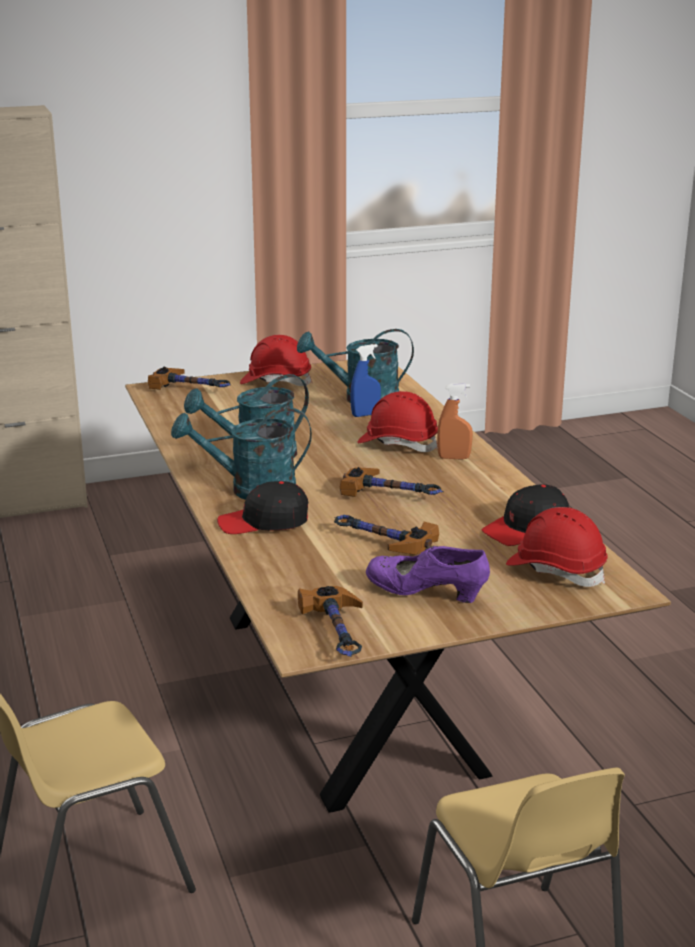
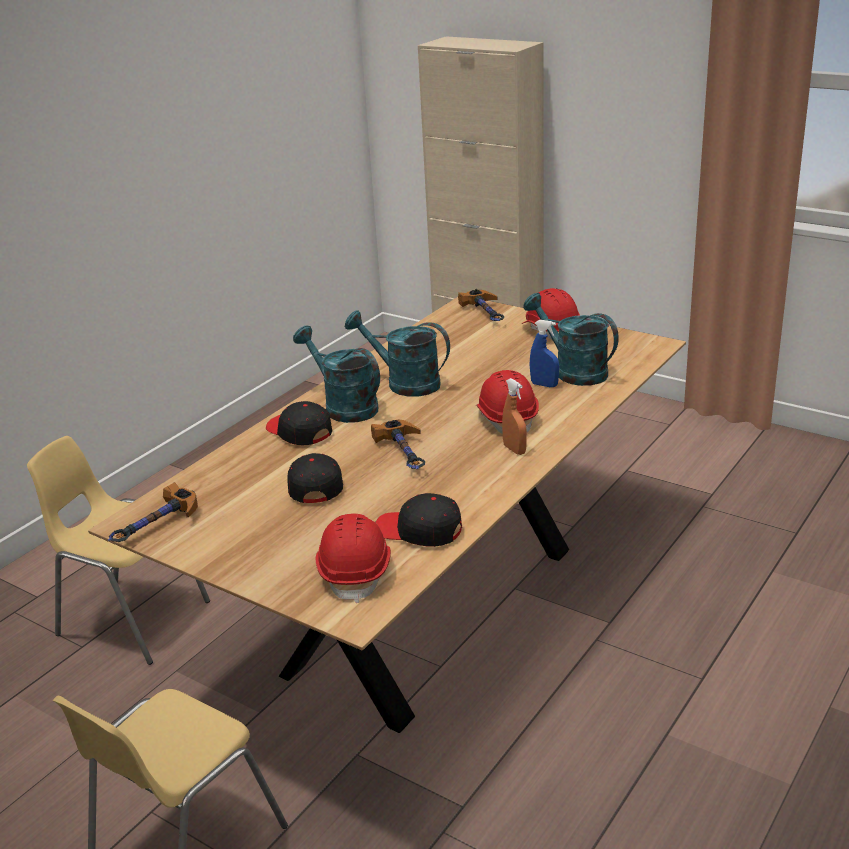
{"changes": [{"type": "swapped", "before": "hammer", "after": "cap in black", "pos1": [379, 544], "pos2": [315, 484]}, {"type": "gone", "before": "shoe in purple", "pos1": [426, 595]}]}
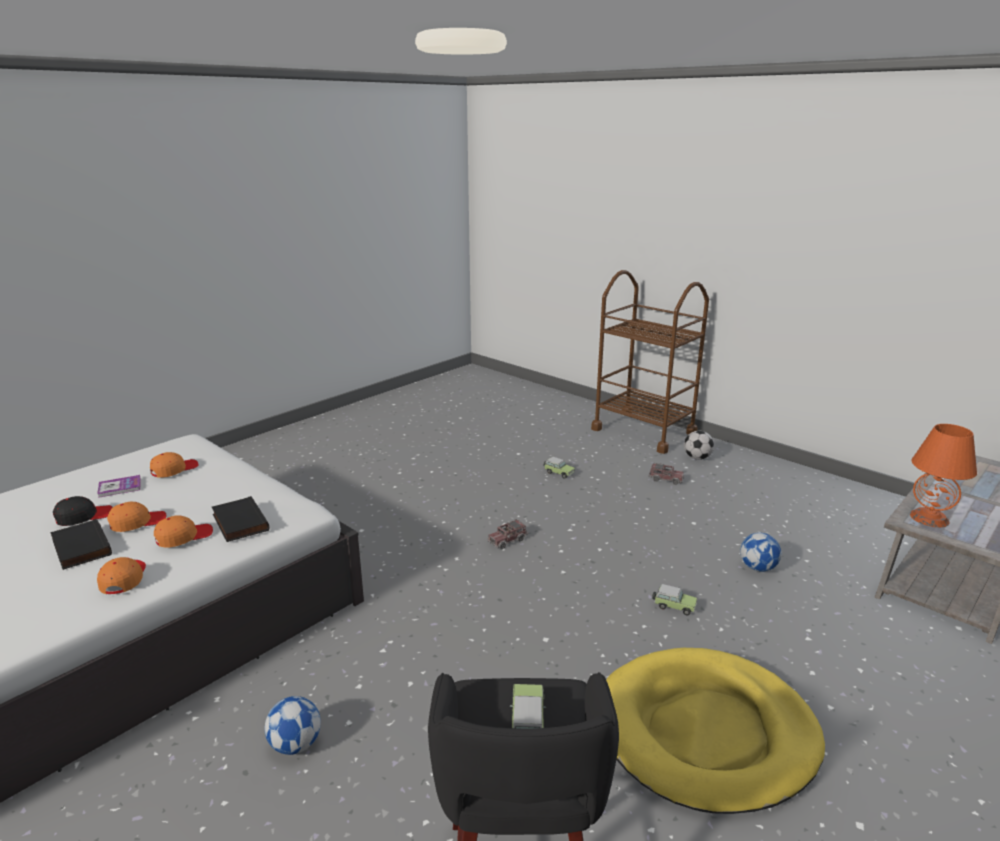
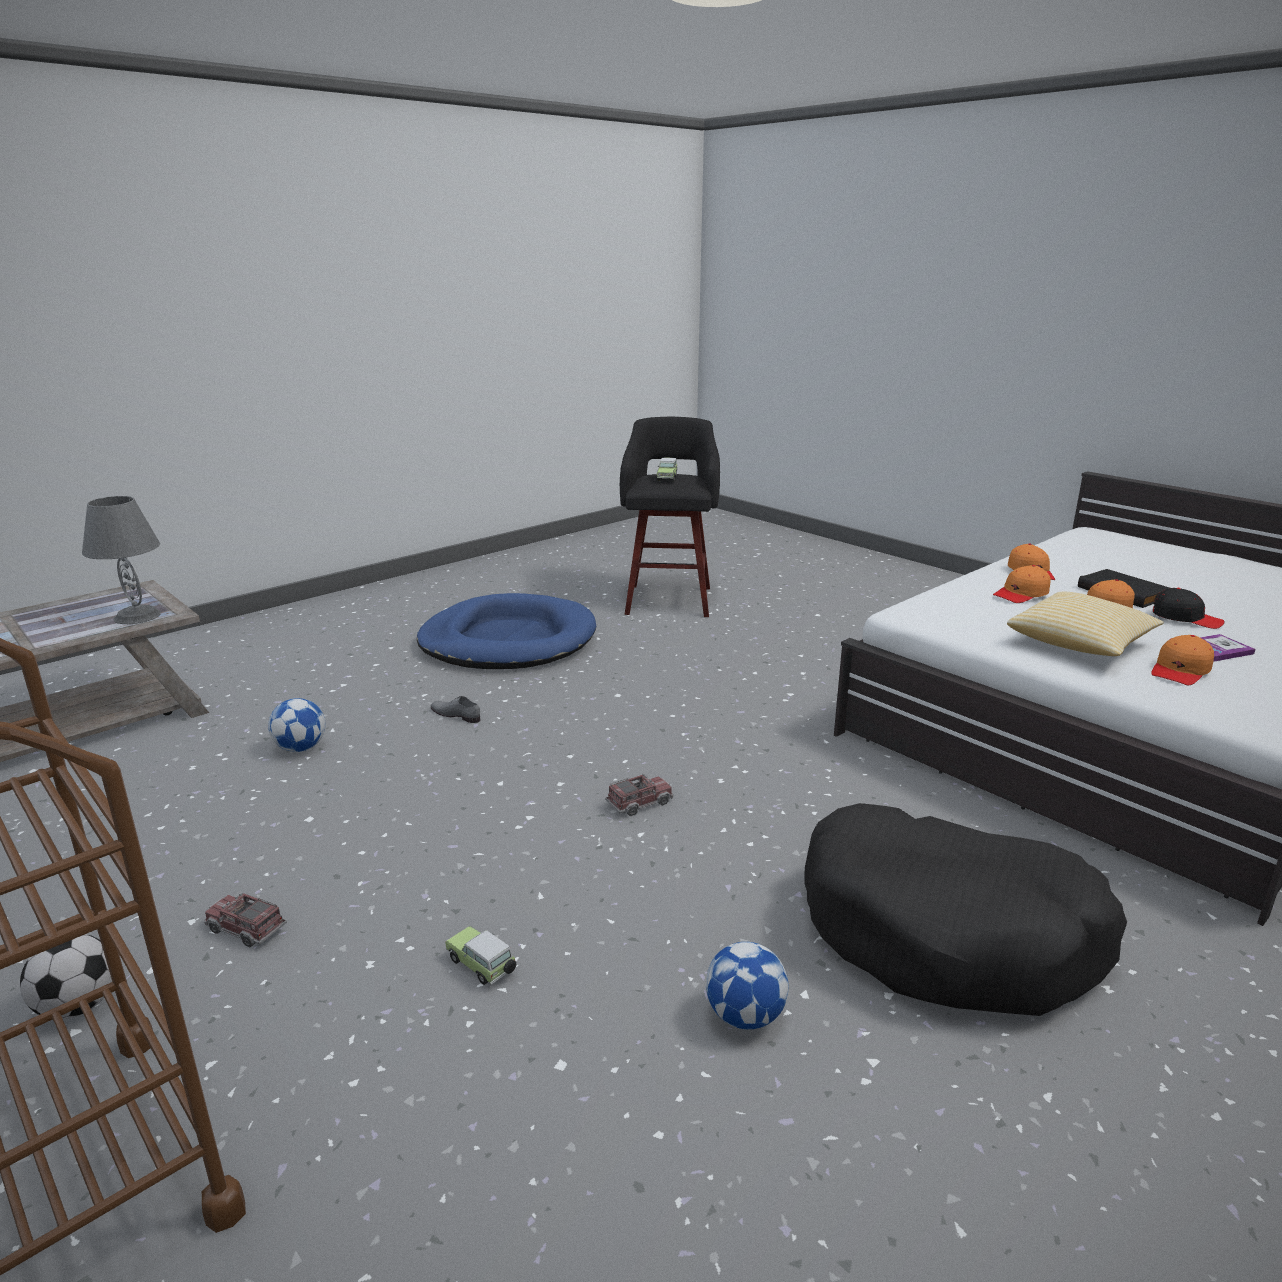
{"changes": [{"type": "repainted", "before": "table lamp in orange", "after": "table lamp in grey", "pos1": [929, 518], "pos2": [138, 616]}, {"type": "repainted", "before": "dog bed in yellow", "after": "dog bed in blue", "pos1": [706, 732], "pos2": [508, 640]}, {"type": "swapped", "before": "toy car", "after": "shoe in grey", "pos1": [673, 606], "pos2": [456, 714]}, {"type": "shifted", "before": "football", "pos1": [296, 744], "pos2": [744, 1016]}, {"type": "new", "after": "dog bed in black", "pos2": [948, 933]}, {"type": "new", "after": "pillow", "pos2": [1080, 644]}, {"type": "rotated", "before": "cap in black", "pos1": [84, 516], "pos2": [1185, 618], "turn": -120}, {"type": "gone", "before": "book in black", "pos1": [238, 522]}]}
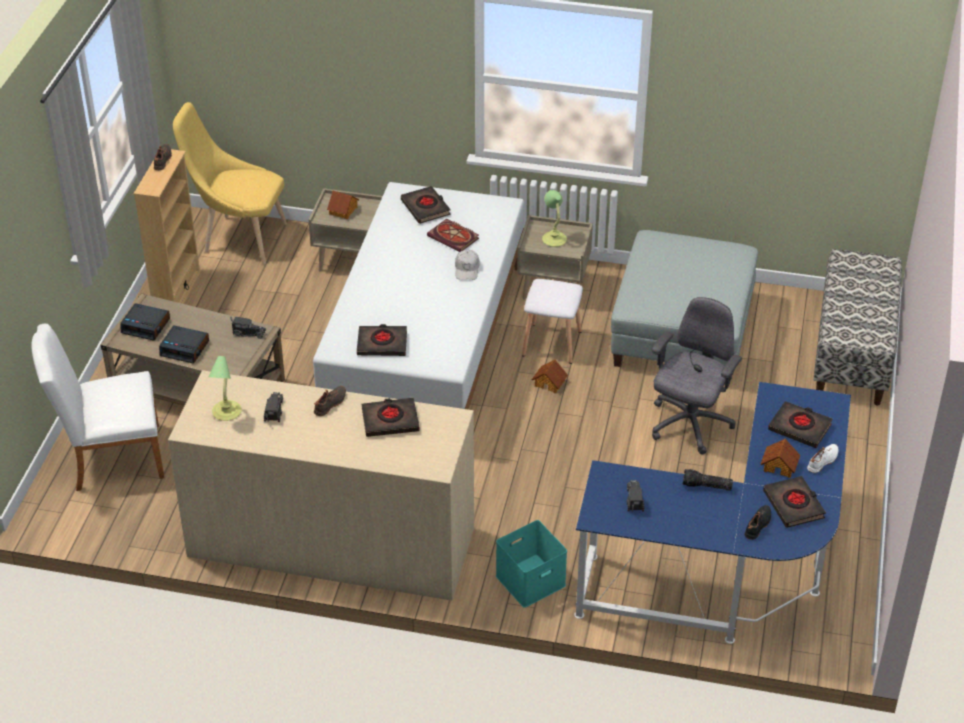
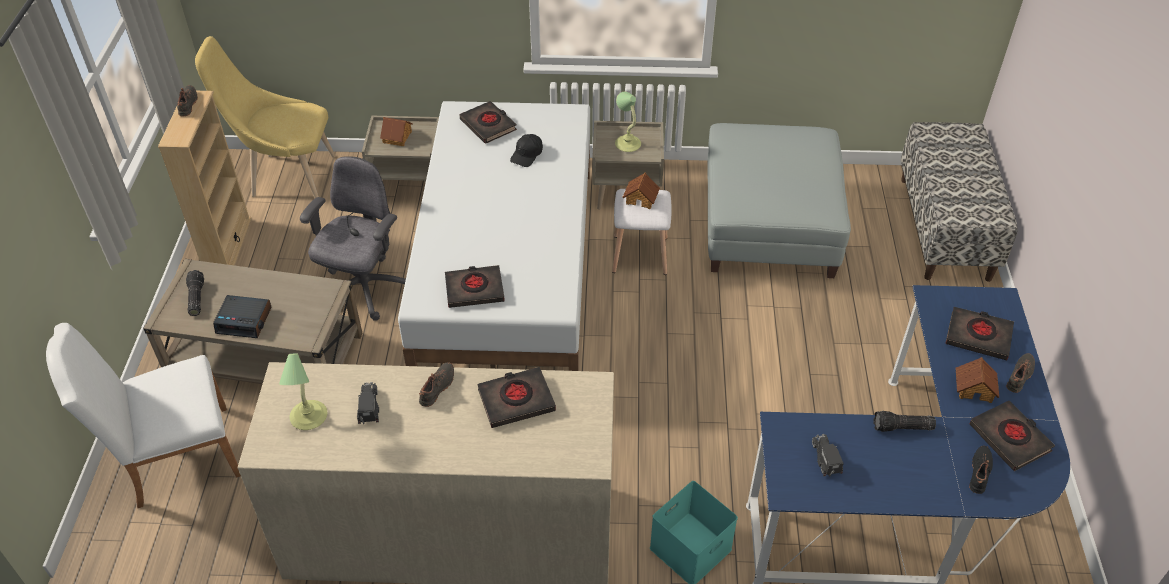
{"changes": [{"type": "swapped", "before": "alarm clock", "after": "flashlight", "pos1": [146, 326], "pos2": [195, 298]}, {"type": "shifted", "before": "office chair in grey", "pos1": [689, 425], "pos2": [364, 290]}, {"type": "swapped", "before": "book", "after": "cap in black", "pos1": [454, 237], "pos2": [527, 154]}, {"type": "shifted", "before": "toy house", "pos1": [550, 383], "pos2": [641, 198]}, {"type": "repainted", "before": "shoe in white", "after": "shoe in black", "pos1": [823, 462], "pos2": [1020, 376]}, {"type": "gone", "before": "toy truck", "pos1": [247, 333]}, {"type": "gone", "before": "cap in white", "pos1": [467, 269]}]}
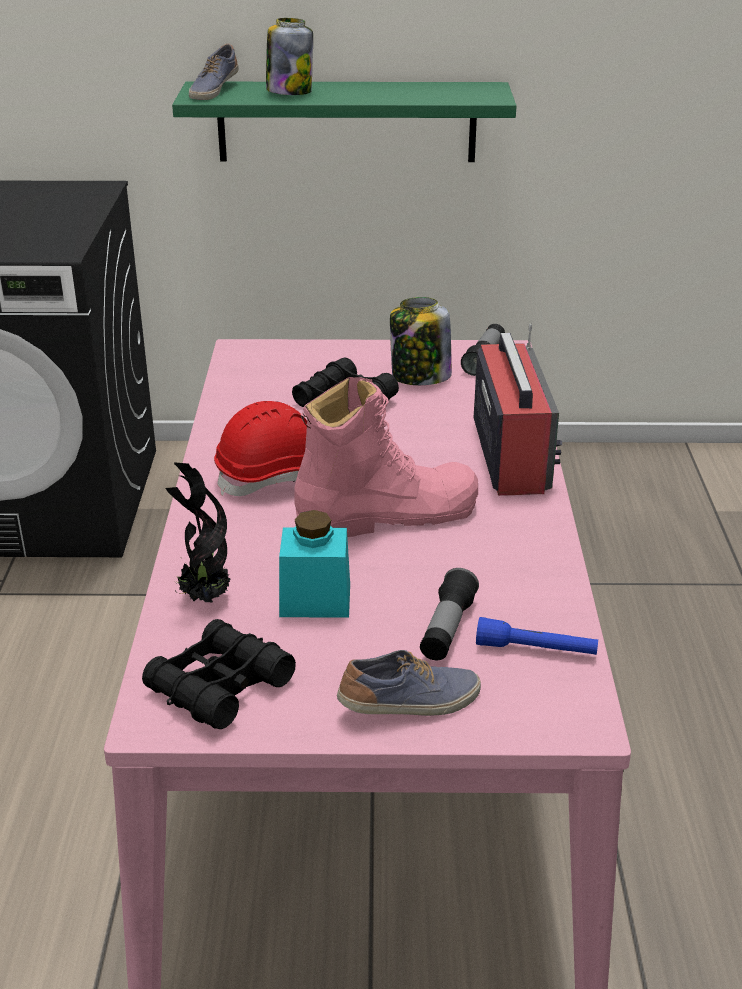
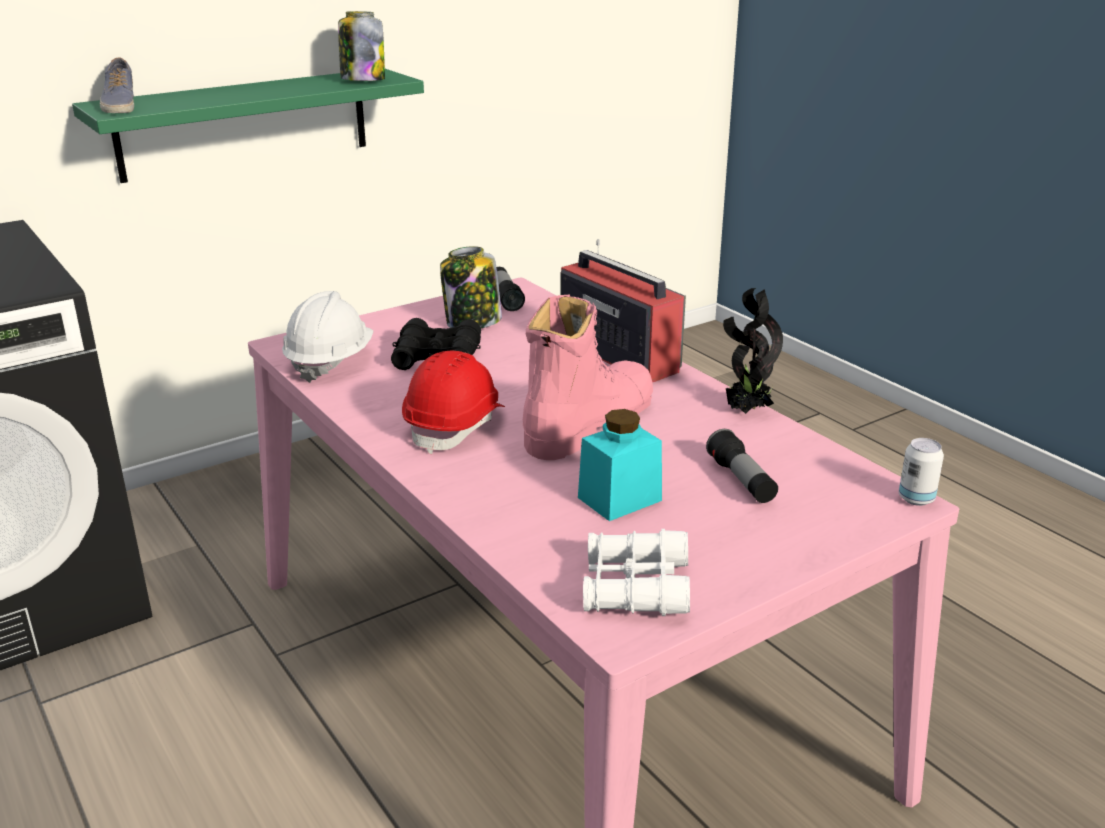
{"changes": [{"type": "new", "after": "hard hat in white", "pos2": [329, 362]}, {"type": "shifted", "before": "jar", "pos1": [289, 92], "pos2": [362, 80]}, {"type": "repainted", "before": "binoculars in black", "after": "binoculars in white", "pos1": [219, 686], "pos2": [635, 587]}, {"type": "shifted", "before": "potted plant", "pos1": [203, 598], "pos2": [745, 411]}, {"type": "new", "after": "can", "pos2": [916, 499]}, {"type": "gone", "before": "shoe", "pos1": [411, 705]}, {"type": "gone", "before": "flashlight in blue", "pos1": [536, 649]}]}
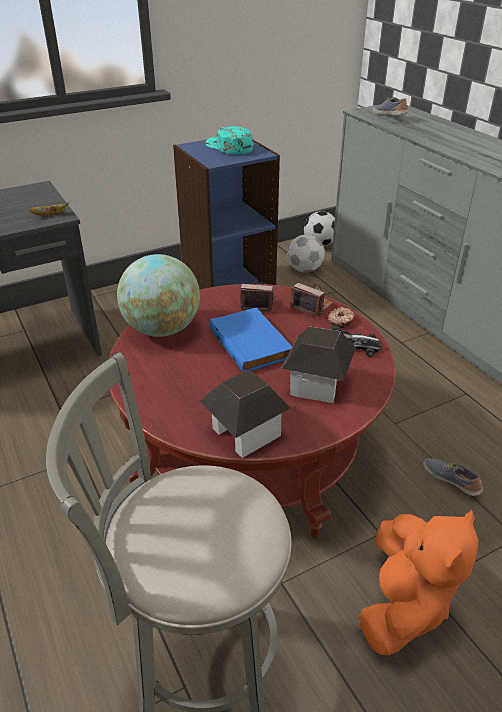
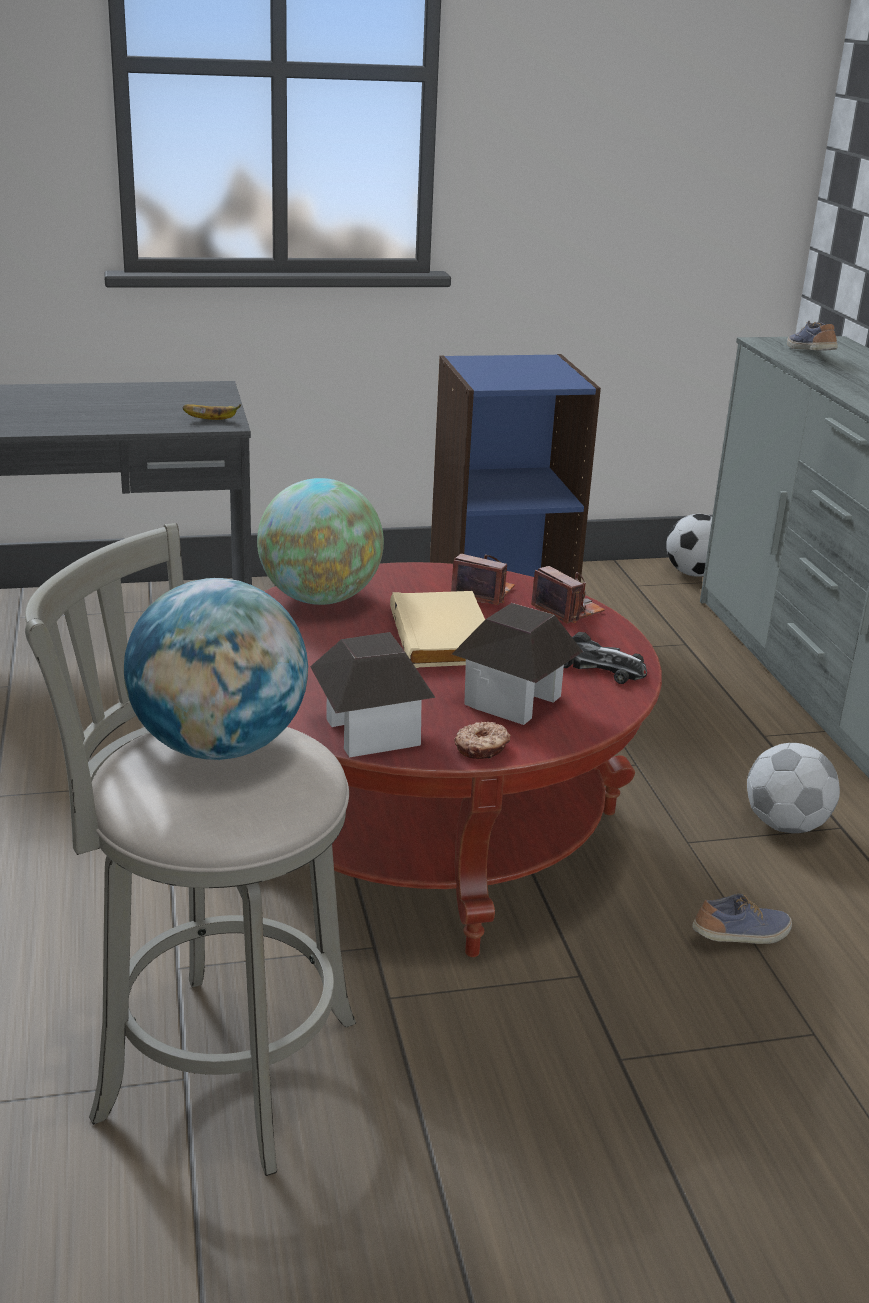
{"changes": [{"type": "new", "after": "globe", "pos2": [219, 747]}, {"type": "repainted", "before": "book in blue", "after": "book in beige", "pos1": [252, 343], "pos2": [445, 637]}, {"type": "shifted", "before": "donut", "pos1": [341, 321], "pos2": [482, 748]}, {"type": "rotated", "before": "shoe", "pos1": [451, 481], "pos2": [742, 936], "turn": 90}, {"type": "shifted", "before": "football", "pos1": [304, 269], "pos2": [784, 824]}, {"type": "gone", "before": "cap in turquoise", "pos1": [228, 147]}, {"type": "gone", "before": "plush toy in orange", "pos1": [403, 605]}]}
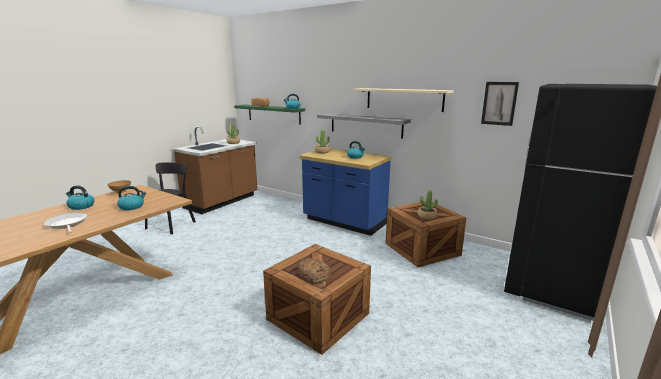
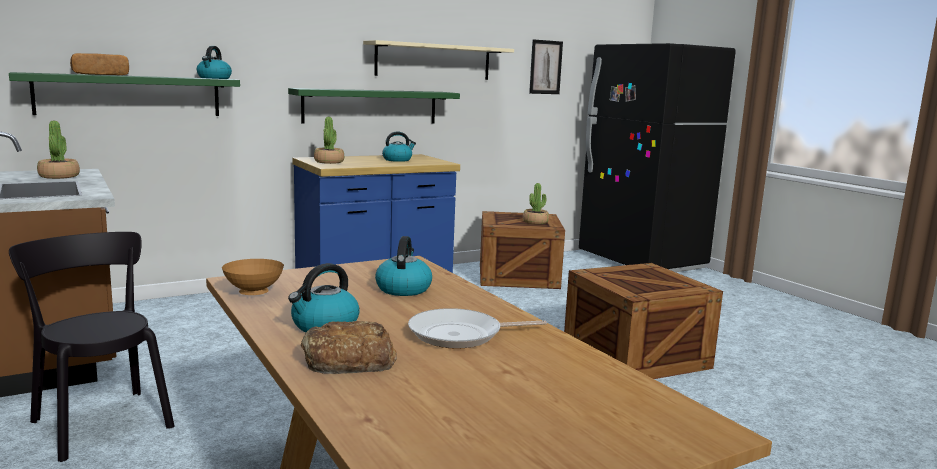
{"changes": [{"type": "repainted", "before": "shelf in grey", "after": "shelf in green", "pos1": [365, 125], "pos2": [371, 106]}, {"type": "shifted", "before": "bread", "pos1": [314, 274], "pos2": [347, 359]}]}
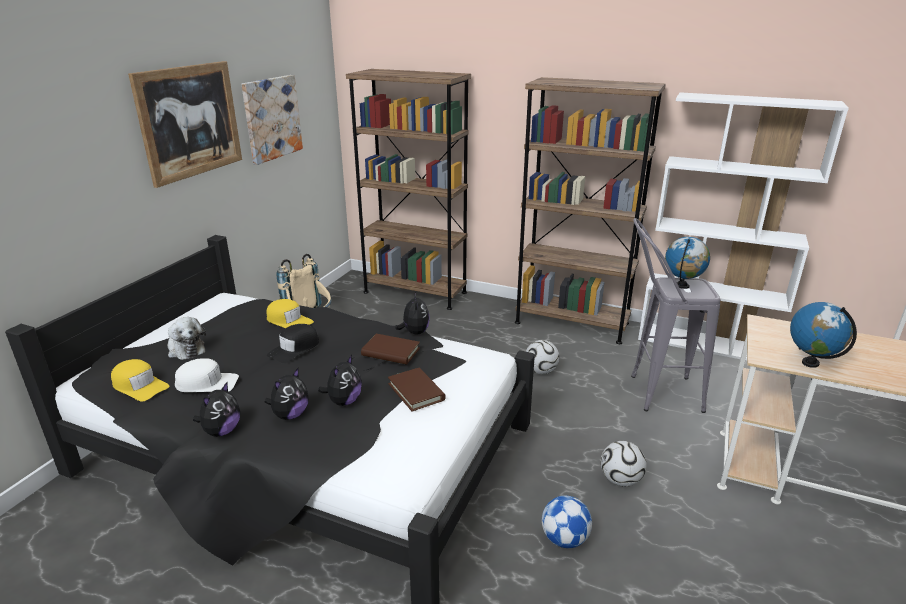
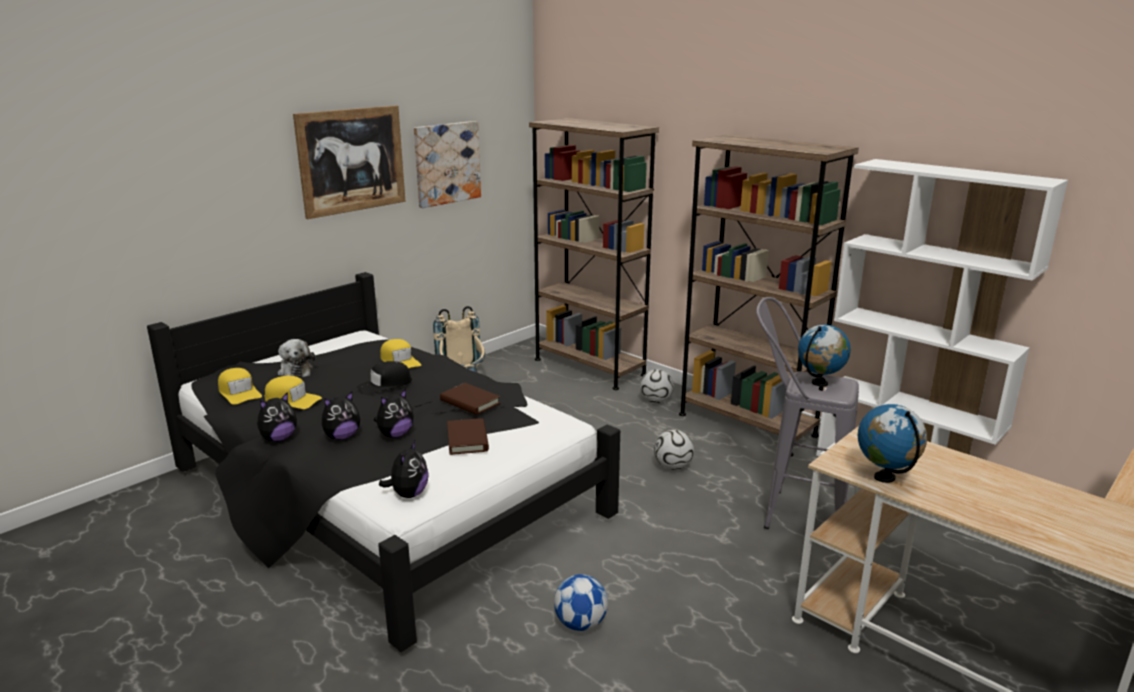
{"changes": [{"type": "repainted", "before": "cap in white", "after": "cap in yellow", "pos1": [207, 383], "pos2": [292, 400]}, {"type": "shifted", "before": "plush toy", "pos1": [414, 332], "pos2": [408, 494]}, {"type": "shifted", "before": "football", "pos1": [620, 480], "pos2": [656, 401]}]}
